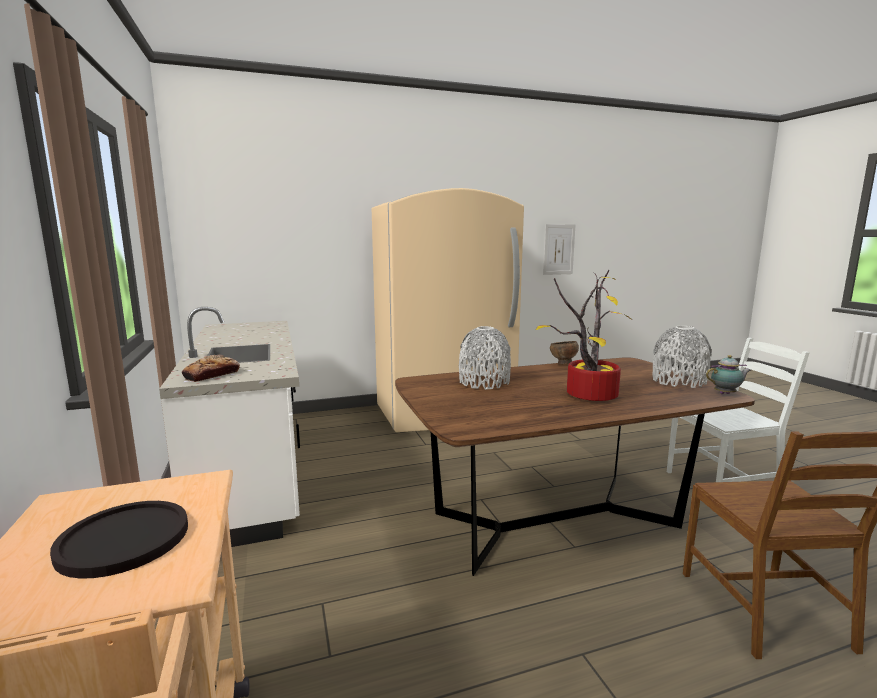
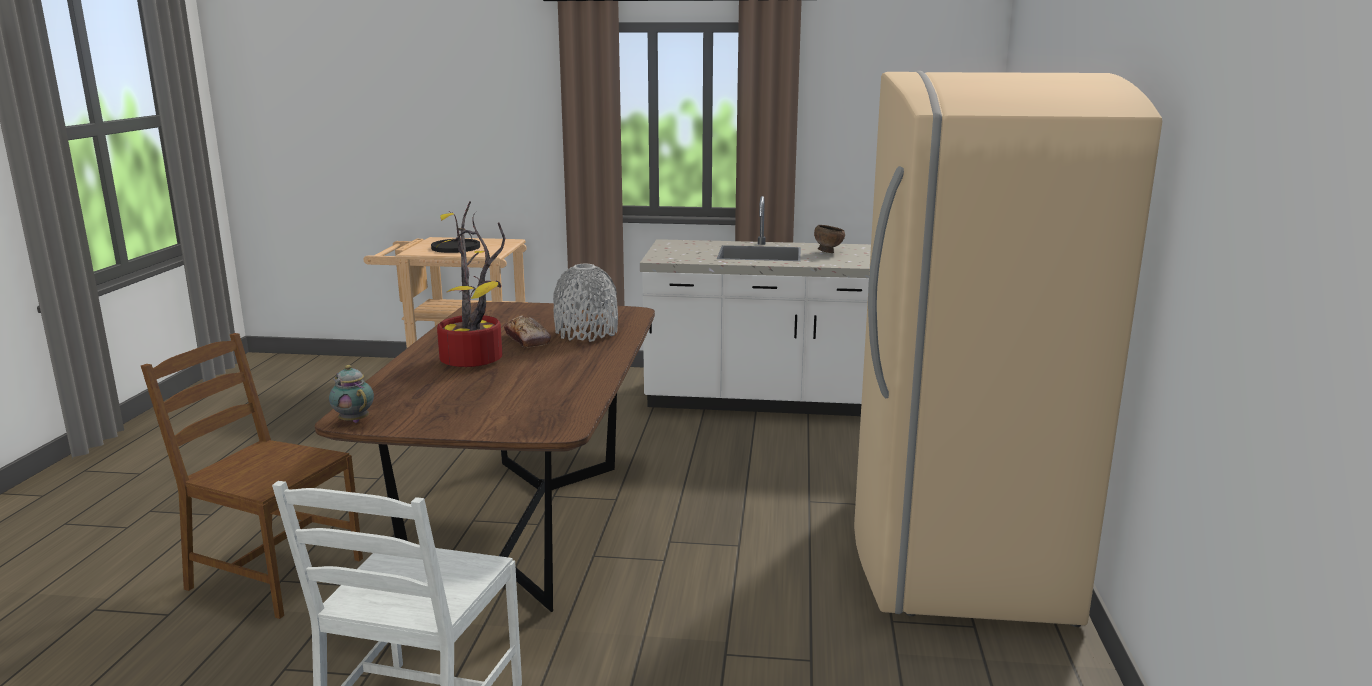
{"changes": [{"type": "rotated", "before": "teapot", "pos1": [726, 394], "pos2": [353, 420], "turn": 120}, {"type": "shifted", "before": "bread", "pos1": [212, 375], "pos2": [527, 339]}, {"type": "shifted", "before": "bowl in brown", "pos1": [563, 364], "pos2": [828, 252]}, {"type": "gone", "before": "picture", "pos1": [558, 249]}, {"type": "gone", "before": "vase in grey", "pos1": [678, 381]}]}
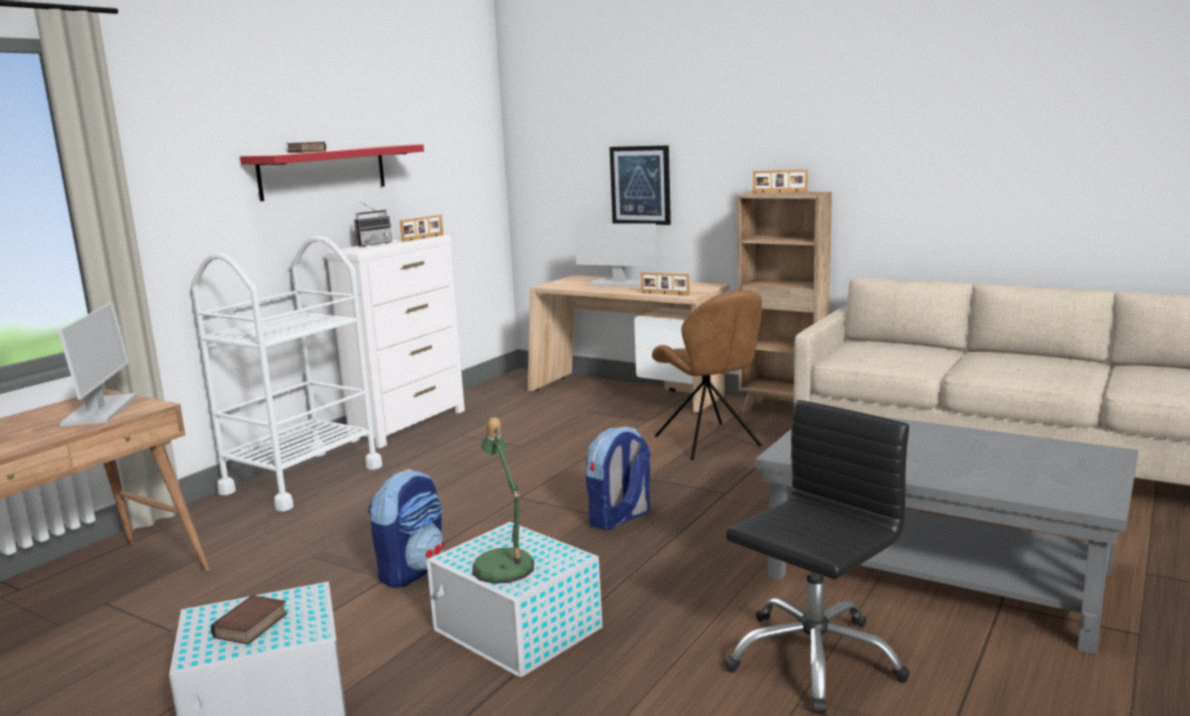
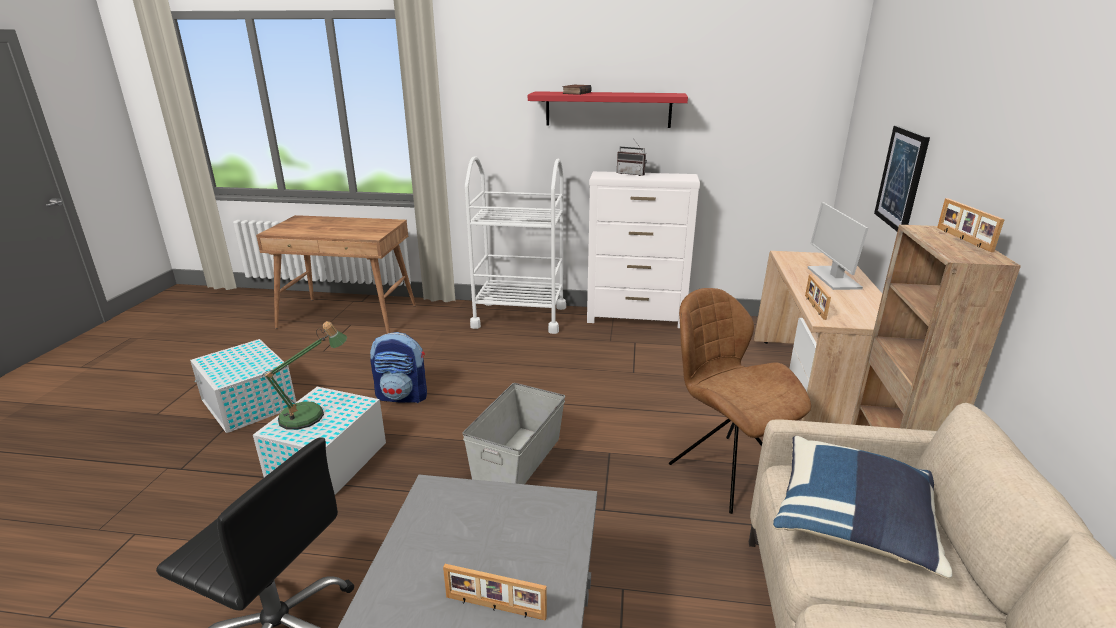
{"changes": [{"type": "shifted", "before": "picture frame", "pos1": [423, 238], "pos2": [495, 608]}, {"type": "swapped", "before": "backpack", "after": "storage box in grey", "pos1": [619, 518], "pos2": [517, 459]}, {"type": "rotated", "before": "chair in brown", "pos1": [709, 442], "pos2": [725, 470], "turn": 105}, {"type": "new", "after": "pillow in blue", "pos2": [853, 524]}, {"type": "gone", "before": "monitor", "pos1": [100, 411]}, {"type": "gone", "before": "book", "pos1": [252, 626]}]}
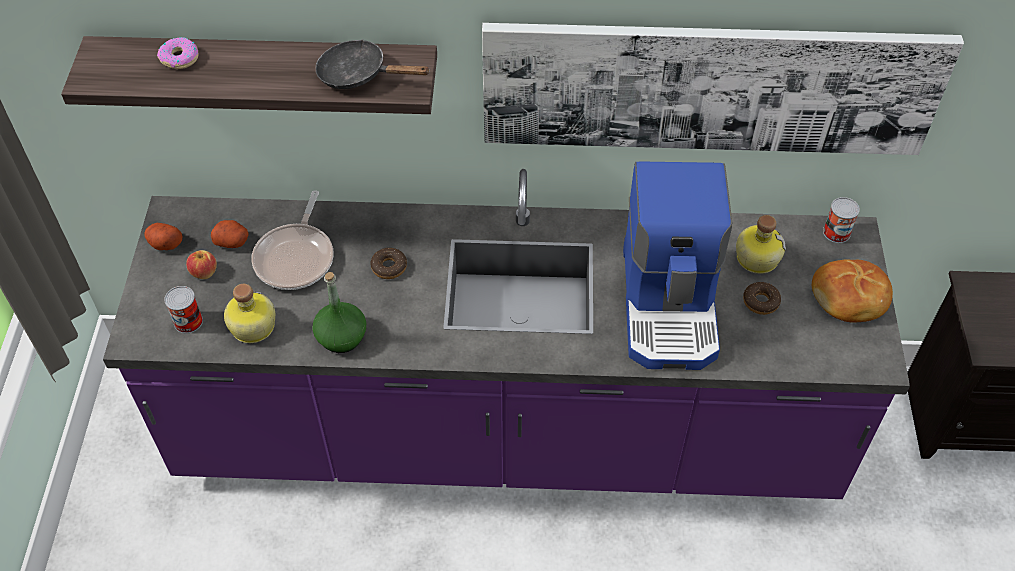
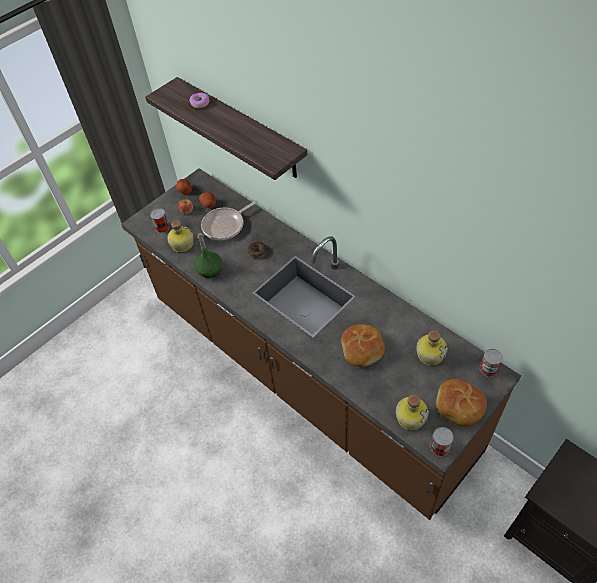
{"changes": [{"type": "repainted", "before": "counter in purple", "after": "counter in brown", "pos1": [507, 433], "pos2": [306, 373]}, {"type": "swapped", "before": "coffee machine", "after": "bread", "pos1": [671, 305], "pos2": [362, 348]}, {"type": "new", "after": "bottle", "pos2": [410, 416]}, {"type": "new", "after": "can", "pos2": [440, 447]}, {"type": "gone", "before": "frying pan in black", "pos1": [359, 75]}, {"type": "gone", "before": "picture", "pos1": [709, 87]}, {"type": "gone", "before": "donut", "pos1": [760, 302]}]}
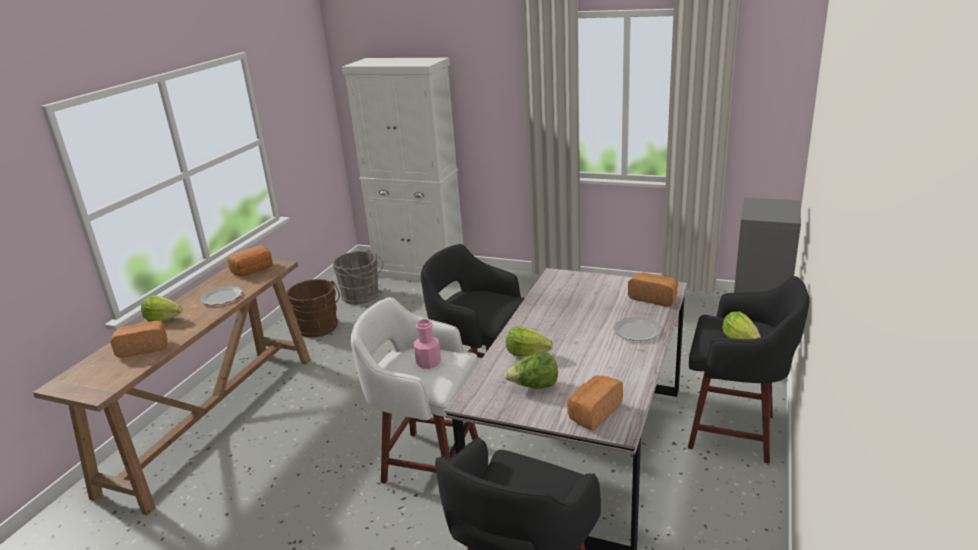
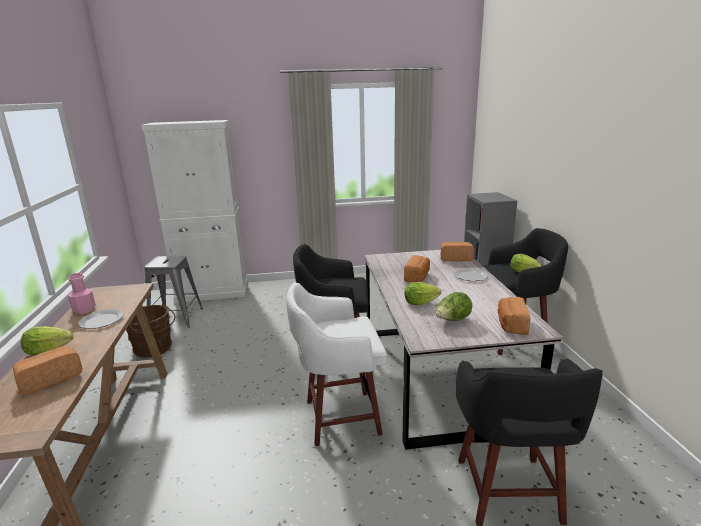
{"changes": [{"type": "shifted", "before": "bottle in pink", "pos1": [428, 362], "pos2": [84, 310]}, {"type": "swapped", "before": "bucket in grey", "after": "stool in grey", "pos1": [362, 296], "pos2": [176, 318]}, {"type": "shifted", "before": "bread", "pos1": [254, 271], "pos2": [417, 277]}]}
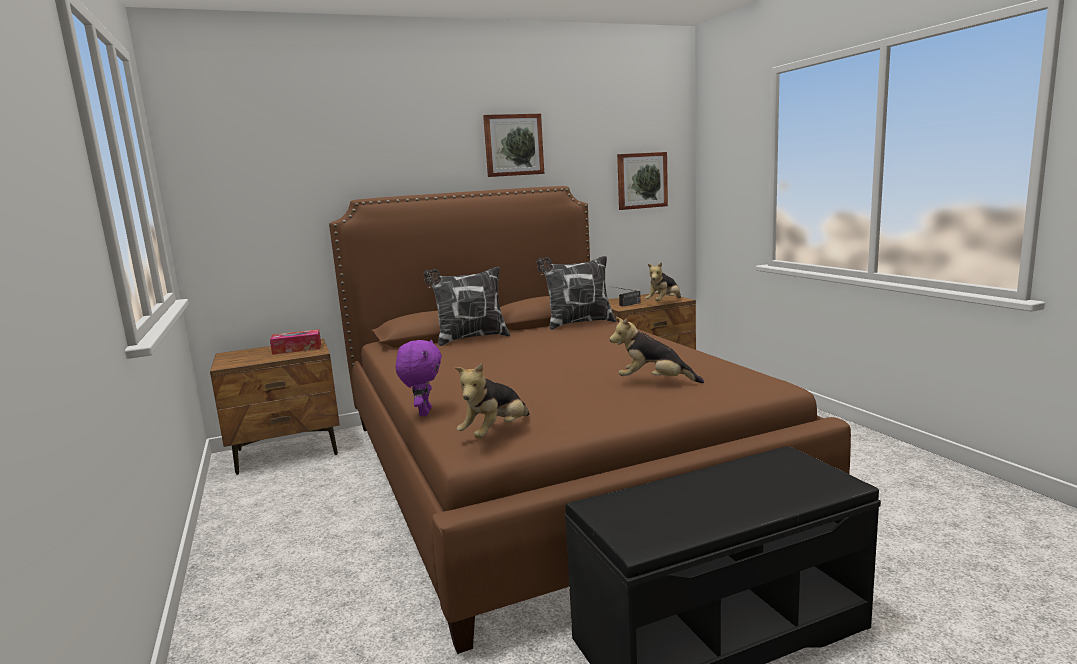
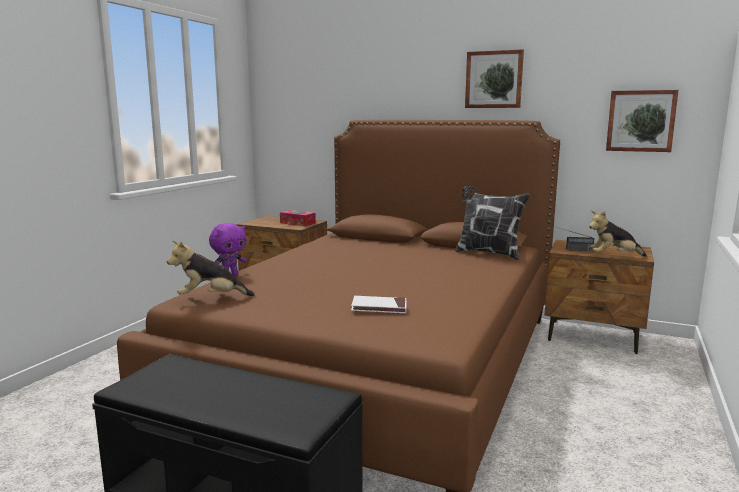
{"changes": [{"type": "swapped", "before": "plush toy", "after": "book in white", "pos1": [654, 382], "pos2": [379, 307]}, {"type": "gone", "before": "pillow", "pos1": [470, 339]}]}
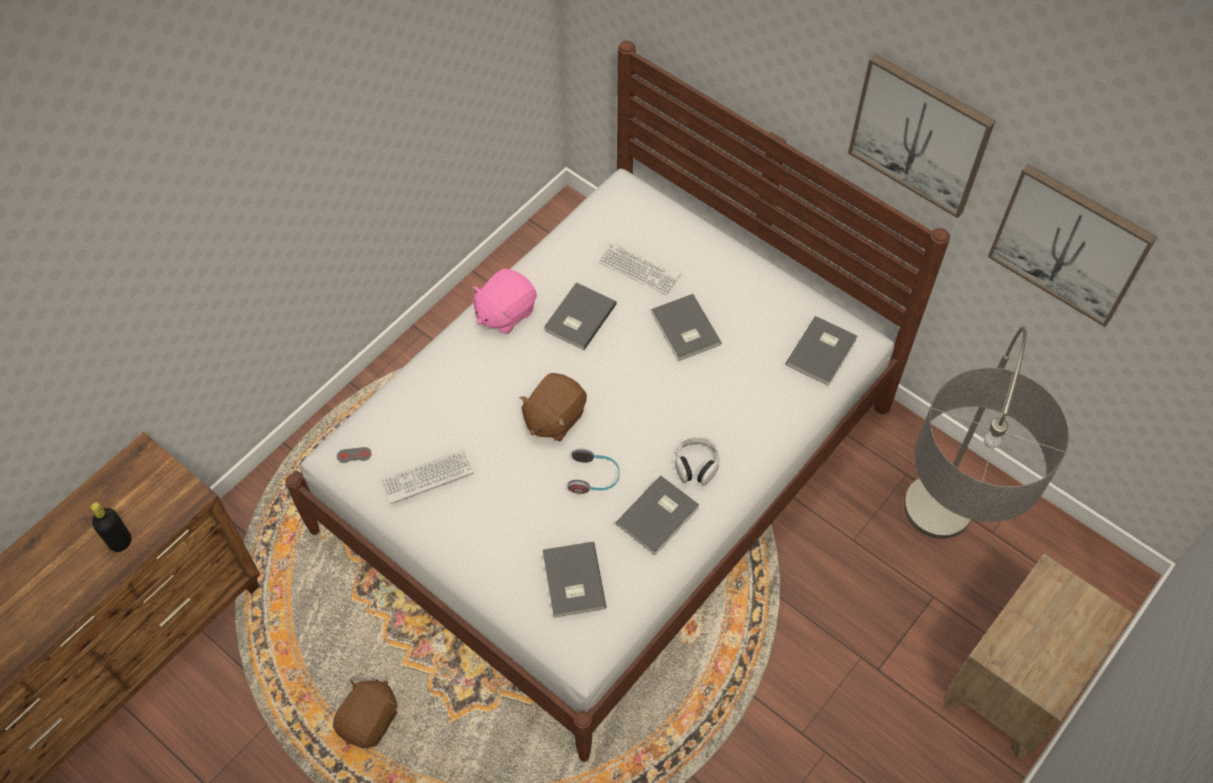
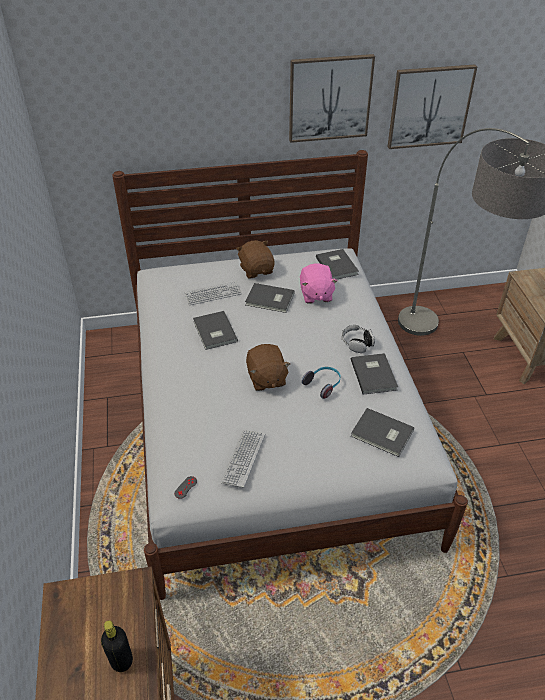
{"changes": [{"type": "shifted", "before": "plush toy in brown", "pos1": [370, 720], "pos2": [256, 270]}, {"type": "shifted", "before": "plush toy in pink", "pos1": [505, 312], "pos2": [316, 294]}]}
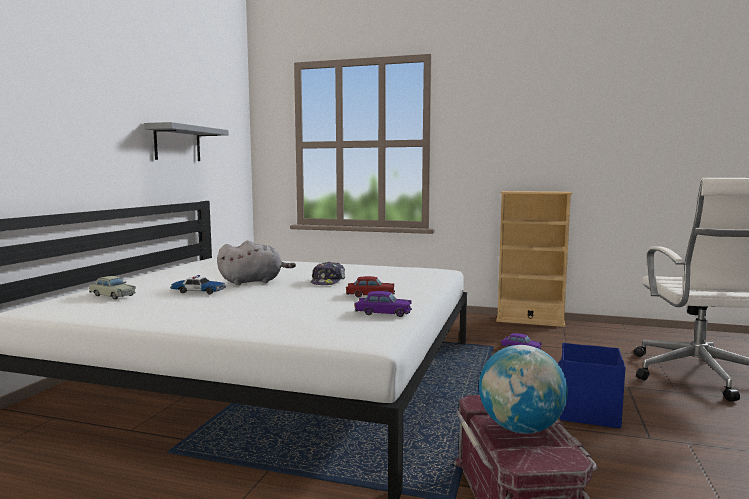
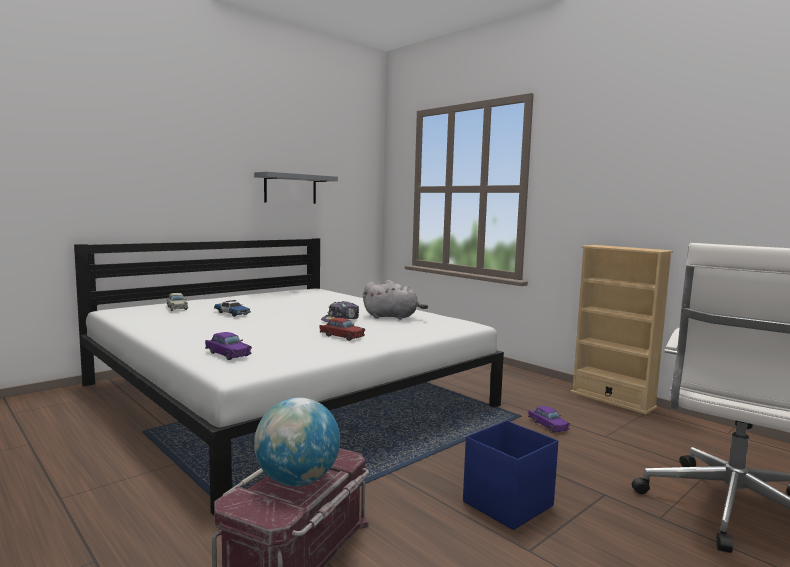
{"changes": [{"type": "shifted", "before": "toy car in purple", "pos1": [383, 313], "pos2": [228, 354]}, {"type": "shifted", "before": "plush toy in grey", "pos1": [254, 282], "pos2": [392, 317]}]}
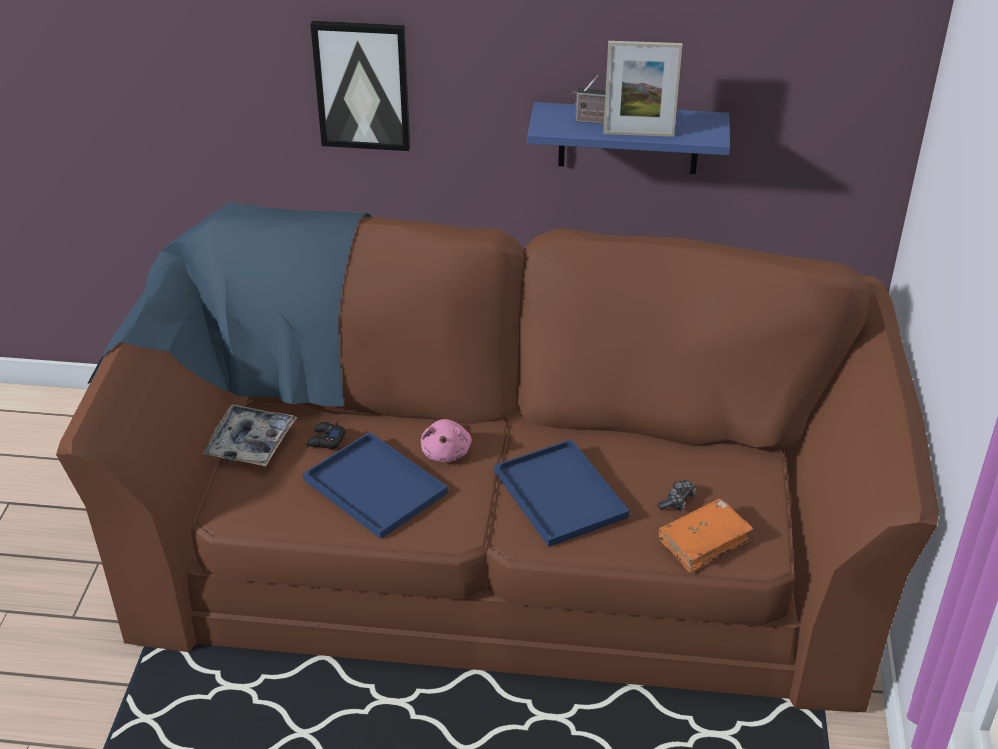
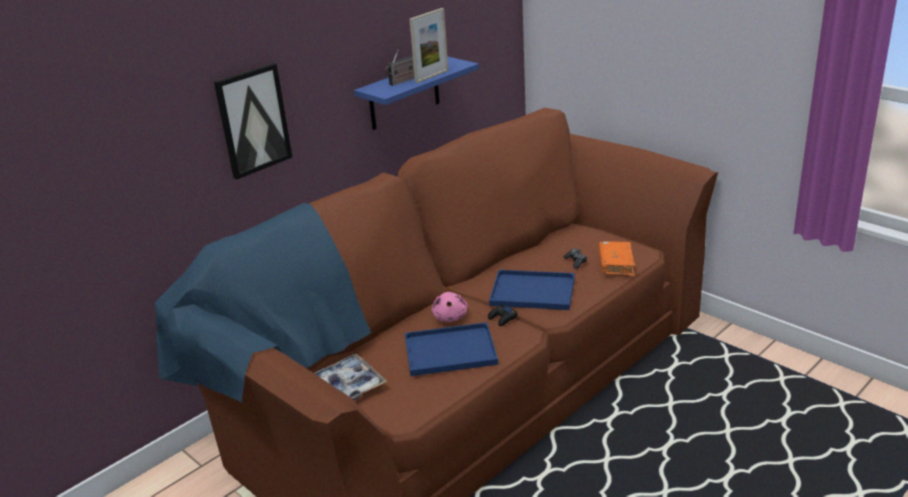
{"changes": [{"type": "rotated", "before": "plush toy in pink", "pos1": [446, 452], "pos2": [450, 317], "turn": 45}, {"type": "shifted", "before": "game controller in black", "pos1": [325, 440], "pos2": [502, 318]}]}
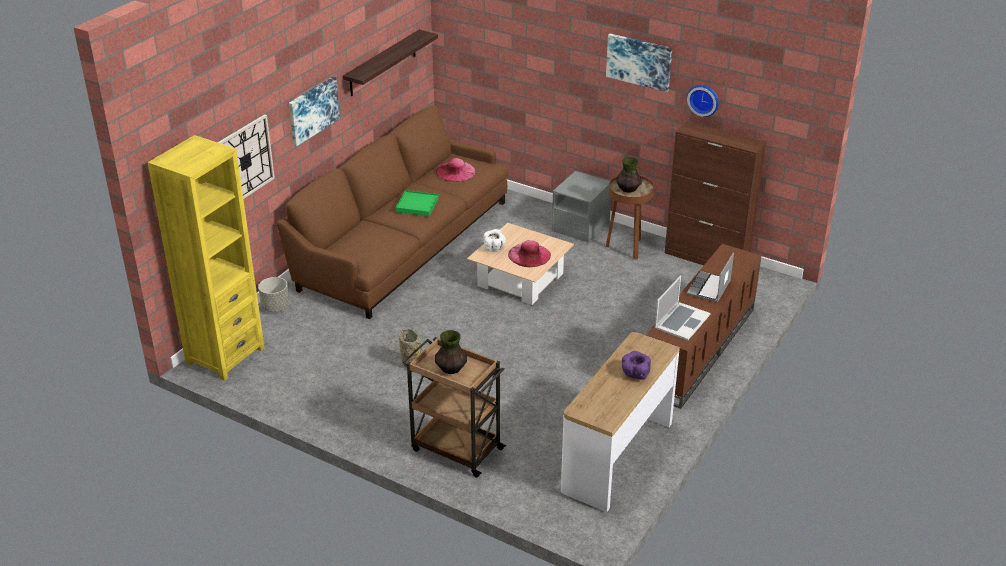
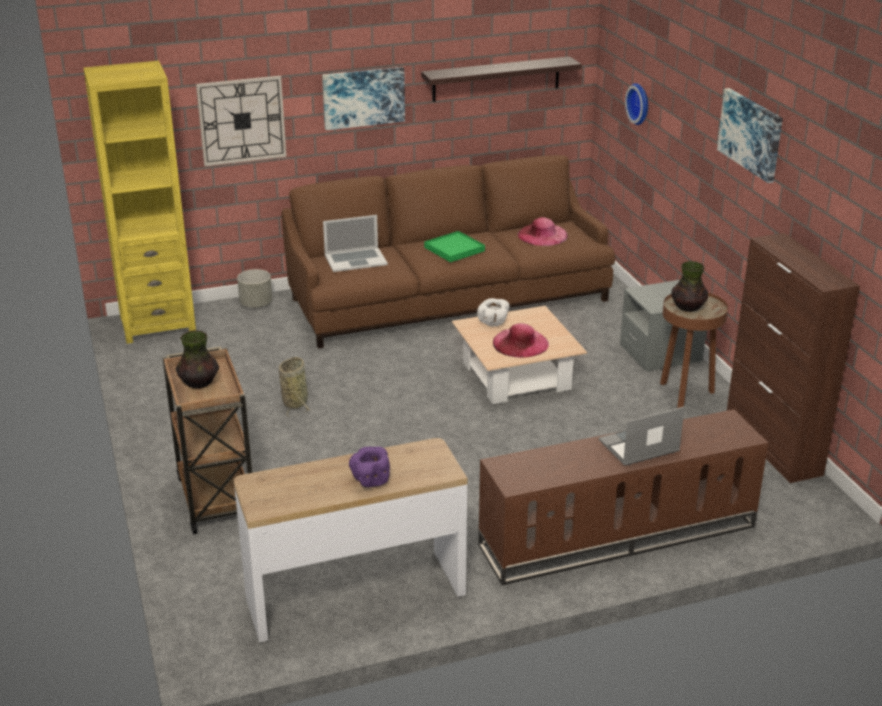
{"changes": [{"type": "shifted", "before": "laptop", "pos1": [682, 321], "pos2": [355, 260]}, {"type": "shifted", "before": "wall clock", "pos1": [703, 99], "pos2": [640, 103]}]}
